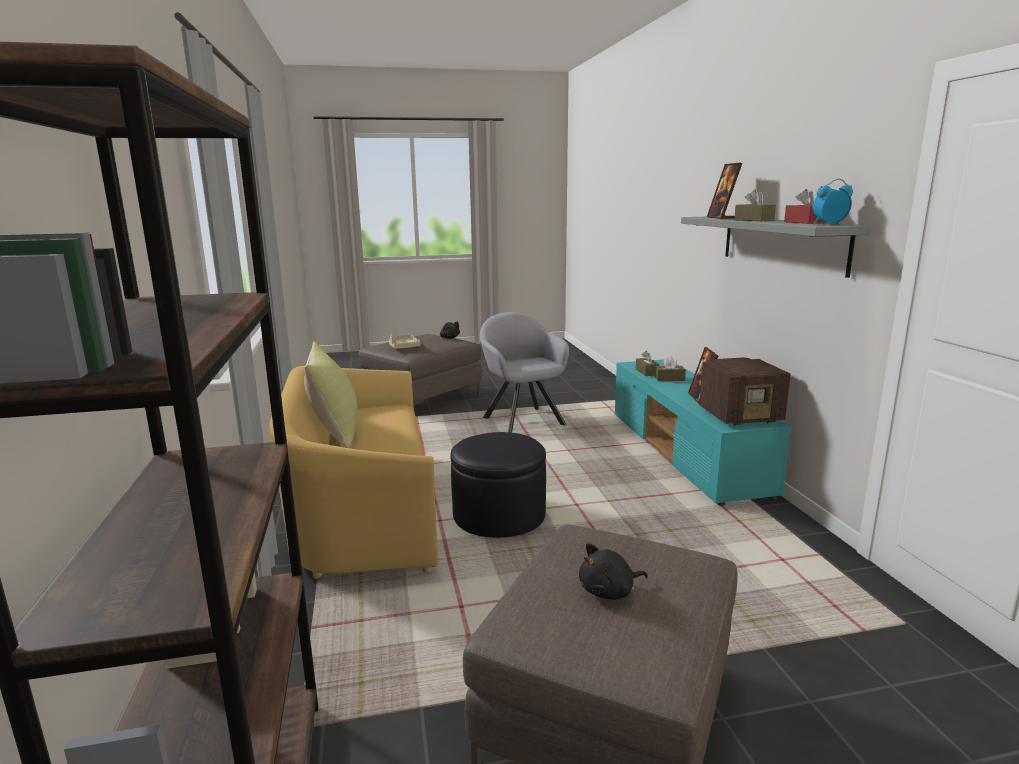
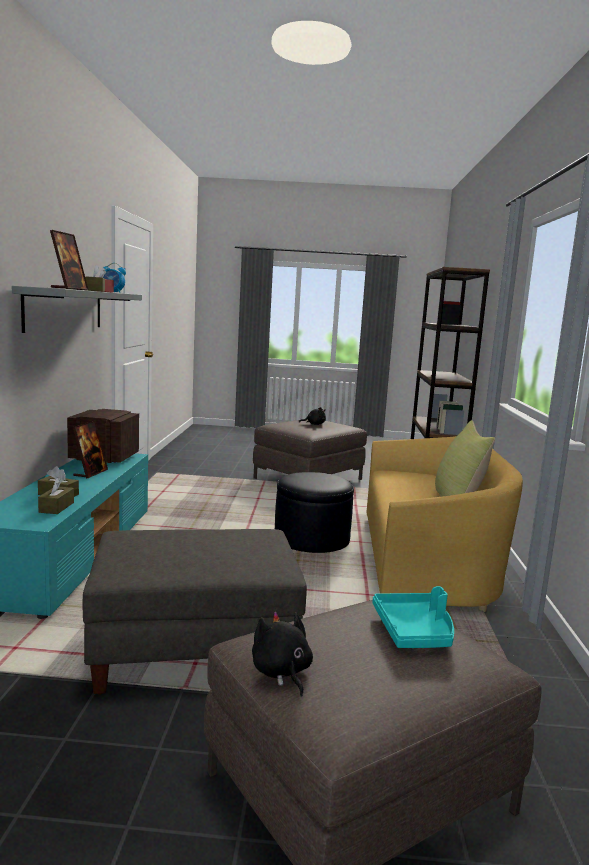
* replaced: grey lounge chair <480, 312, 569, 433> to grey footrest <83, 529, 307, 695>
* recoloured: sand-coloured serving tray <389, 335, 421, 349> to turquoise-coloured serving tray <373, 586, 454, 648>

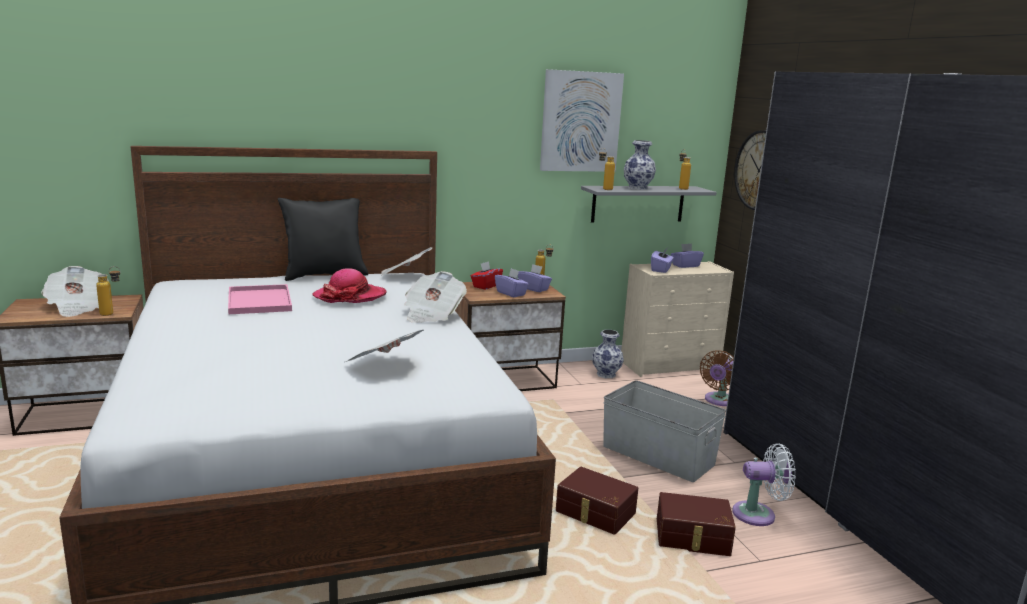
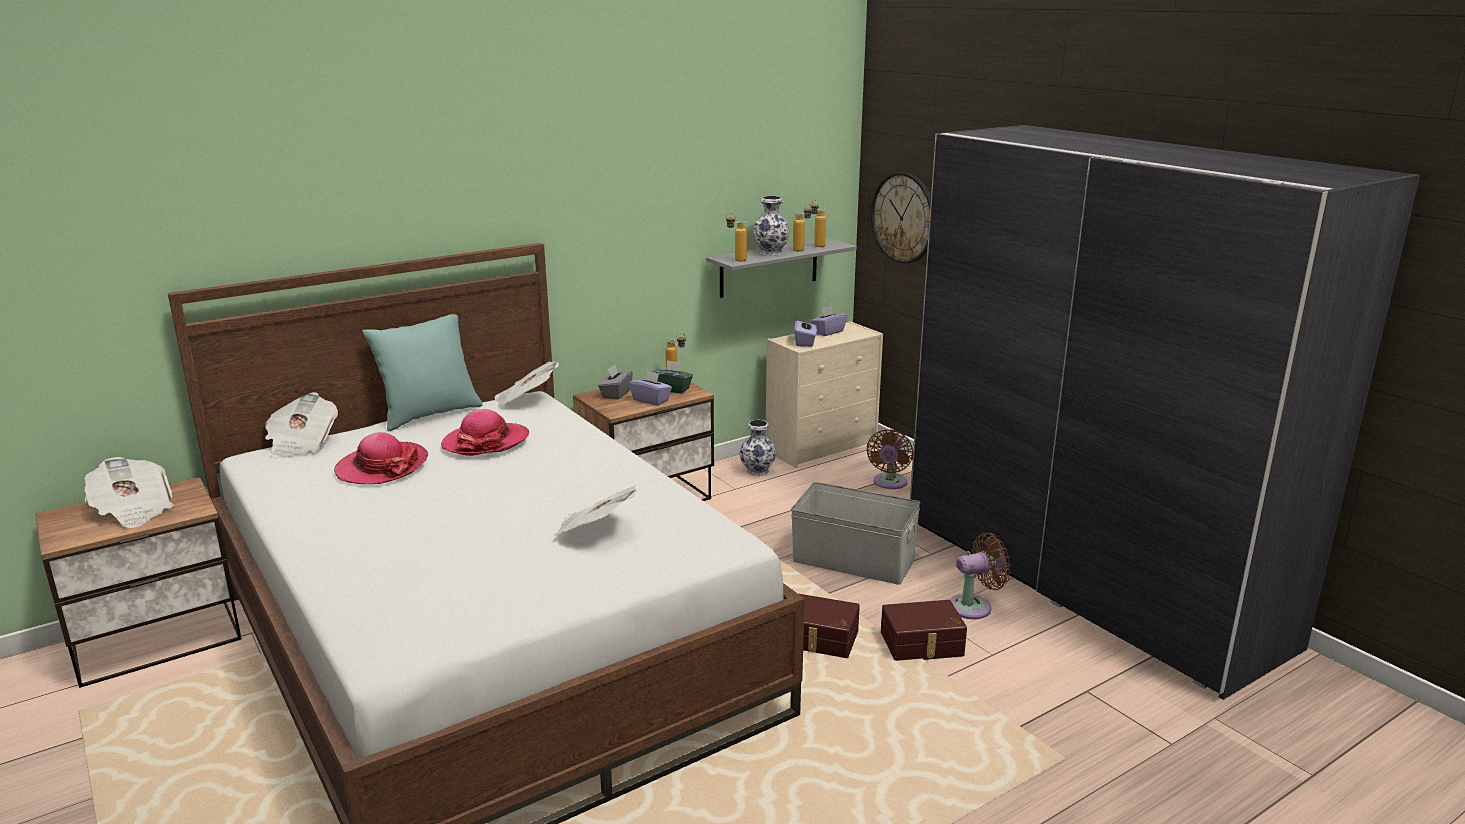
* moved: newspaper <404, 271, 467, 323> to <265, 392, 338, 459>
* replaced: pink-coloured serving tray <228, 284, 292, 314> to wearable hat <334, 432, 429, 484>
* recoloured: black-coloured pillow <278, 198, 368, 281> to turquoise-coloured pillow <363, 314, 483, 431>
* recoloured: reddish tissue holder <471, 261, 503, 290> to grey tissue holder <598, 364, 633, 400>
* recoloured: purple tissue holder <518, 264, 552, 292> to green tissue holder <652, 360, 693, 394>
* moved: bottle <96, 266, 120, 316> to <793, 204, 812, 252>
* recoloured: whitish electric fan <732, 443, 796, 526> to brownish electric fan <950, 532, 1011, 619>
* removed: picture <540, 69, 624, 172>

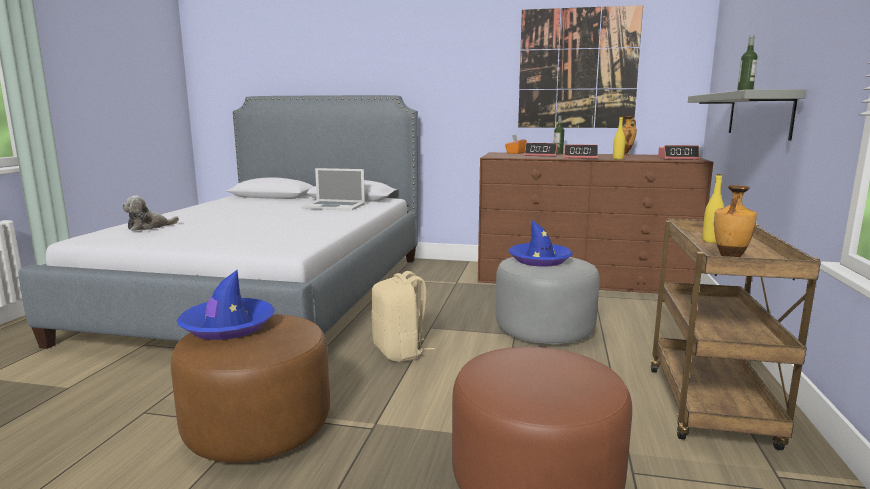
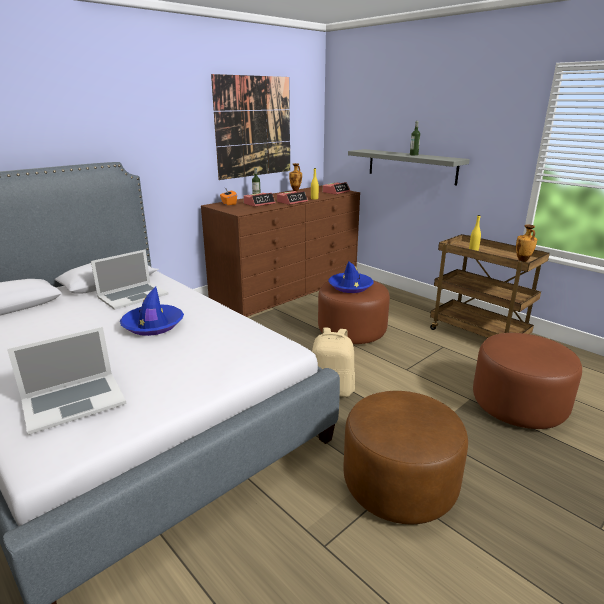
* replaced: soft toy <122, 195, 179, 231> to portable computer <7, 327, 127, 435>
* moved: blue-coloured wearable hat <177, 270, 275, 340> to <120, 286, 184, 336>
* recoloured: grey footrest <495, 257, 600, 344> to brownish footrest <318, 281, 390, 344>

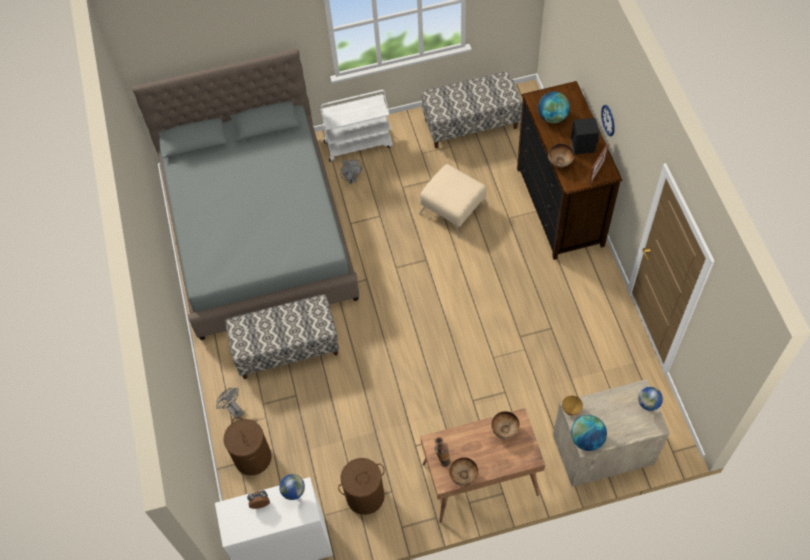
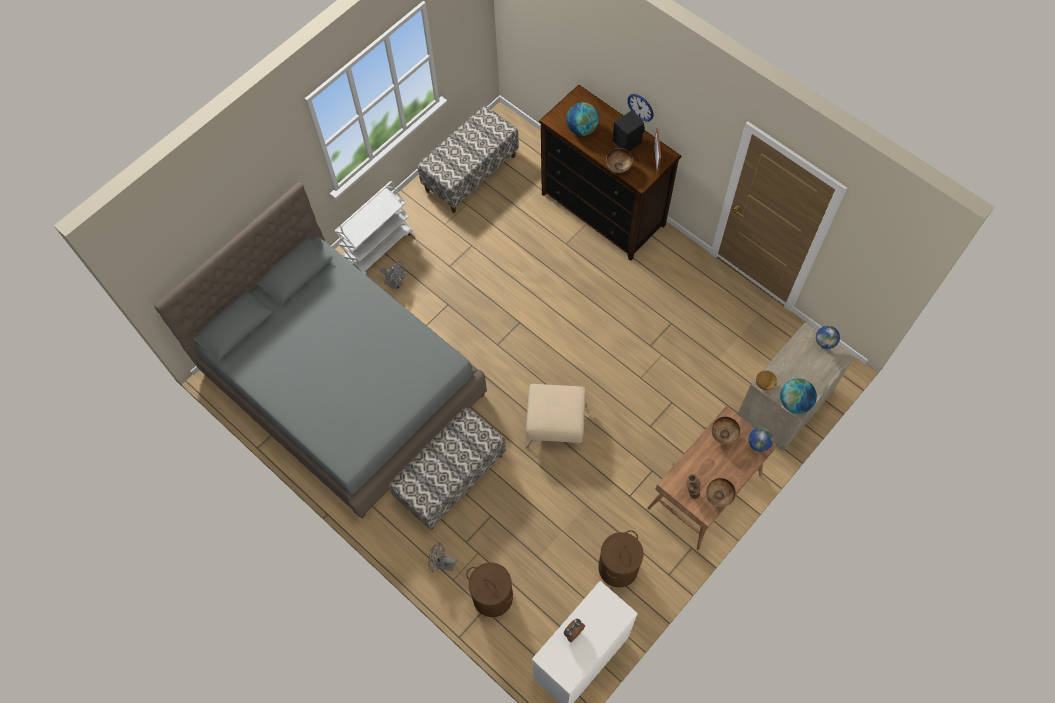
* moved: sand-coloured footrest <419, 164, 488, 238> to <526, 384, 586, 452>
* moved: globe <279, 474, 305, 500> to <748, 427, 773, 452>

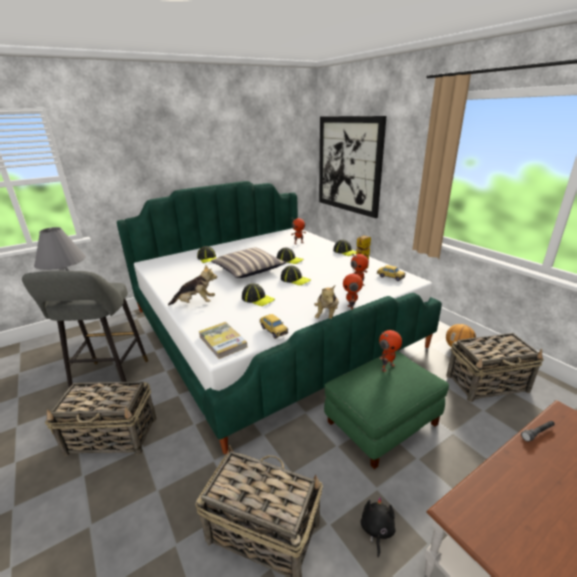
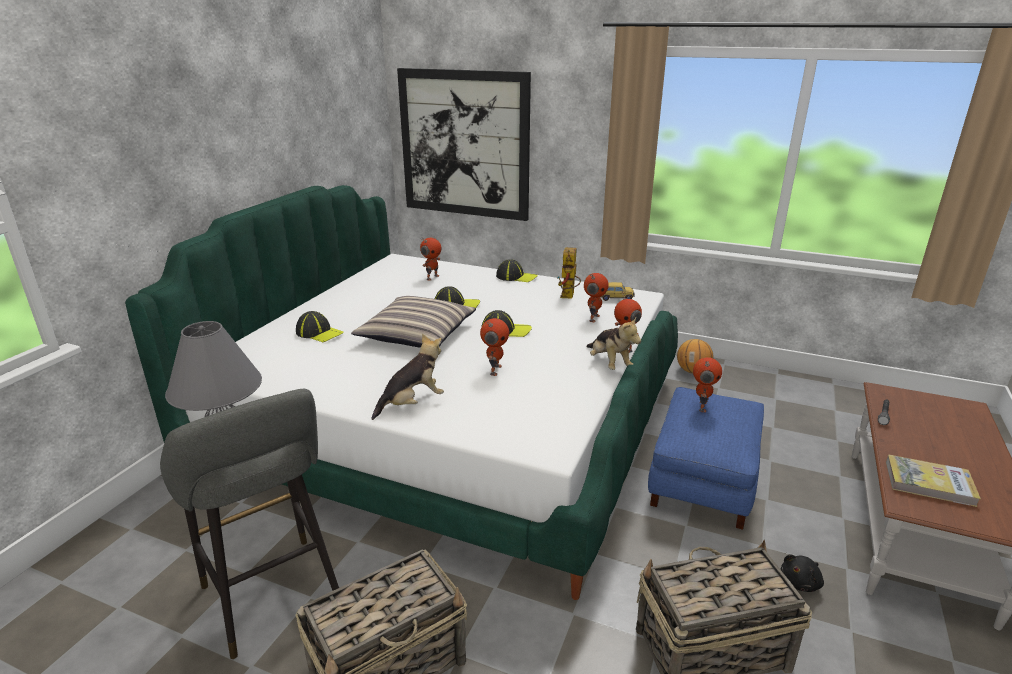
* replaced: peaked cap <242, 283, 275, 306> to model robot <480, 318, 509, 376>
* recoloured: green footrest <324, 351, 449, 469> to blue-coloured footrest <648, 387, 764, 530>
* turned: black-coloured soft toy <361, 497, 395, 558> = <780, 555, 824, 592> 105 degrees counterclockwise
* moved: volume <198, 322, 247, 359> to <886, 454, 981, 507>
* removed: toy car <259, 314, 288, 339>
* removed: storage basket <446, 333, 544, 402>

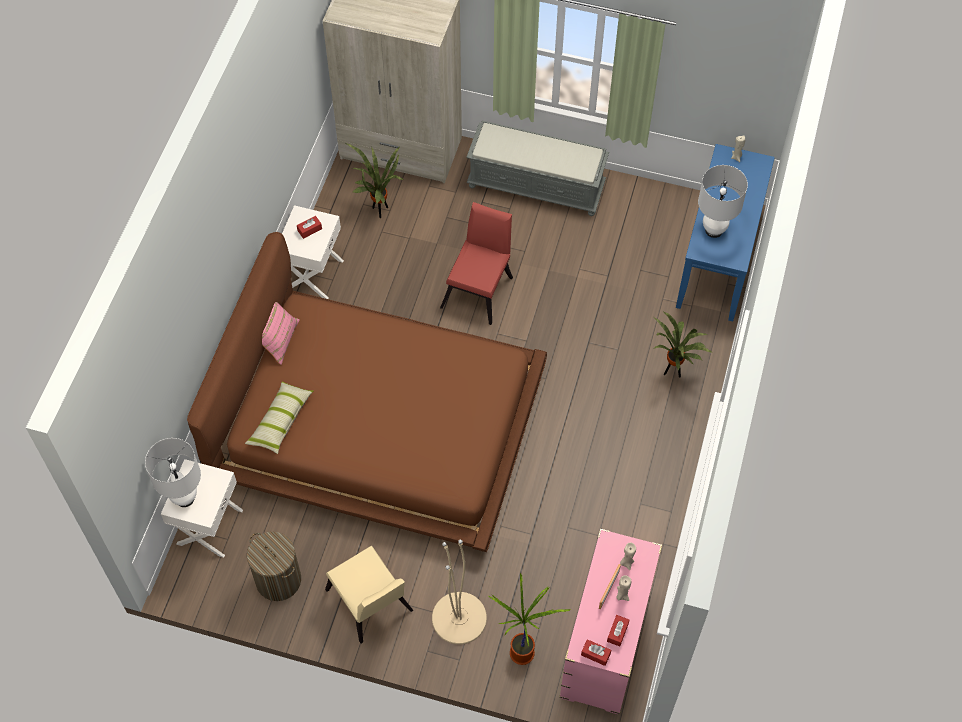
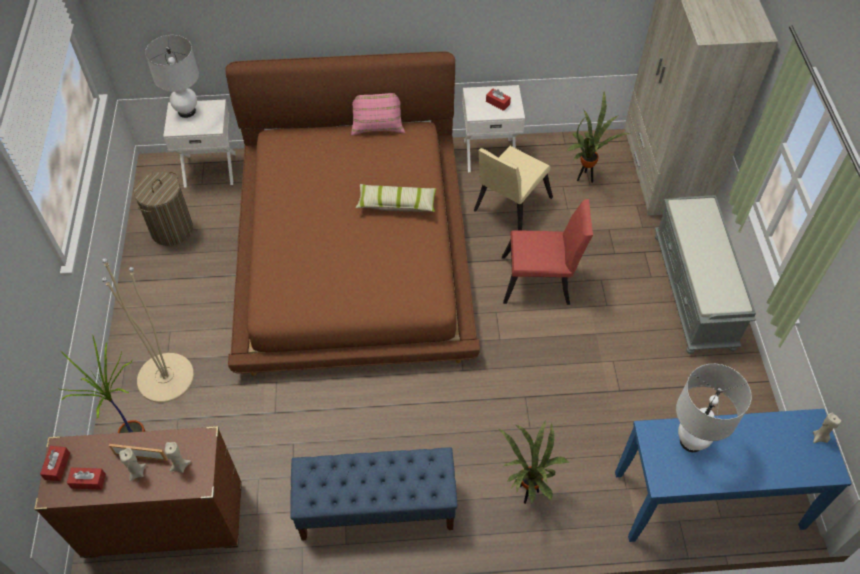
* recoloured: pink-coloured drawer chest <559, 529, 662, 714> to brownish drawer chest <34, 426, 242, 558>
* added: blue-coloured long seat <290, 448, 458, 540>
* moved: pillow <245, 382, 314, 454> to <356, 184, 437, 212>
* moved: sand-coloured plain chair <325, 545, 413, 643> to <474, 146, 553, 231>

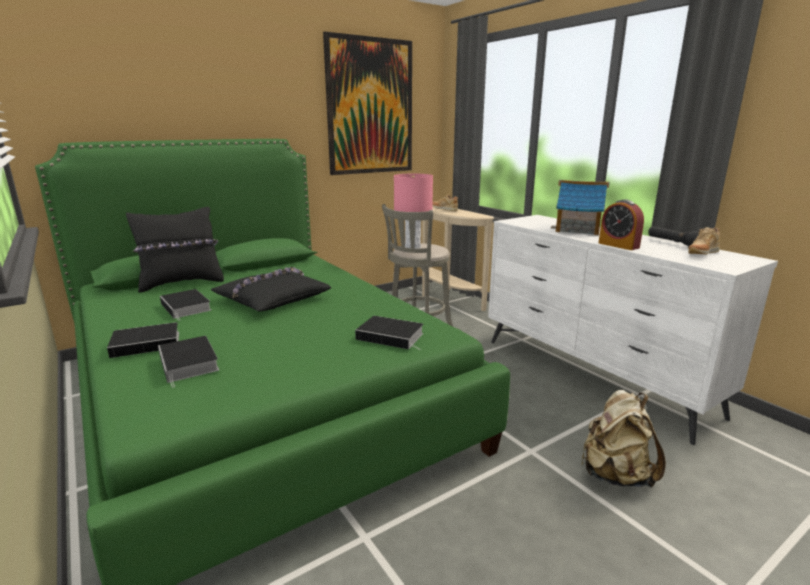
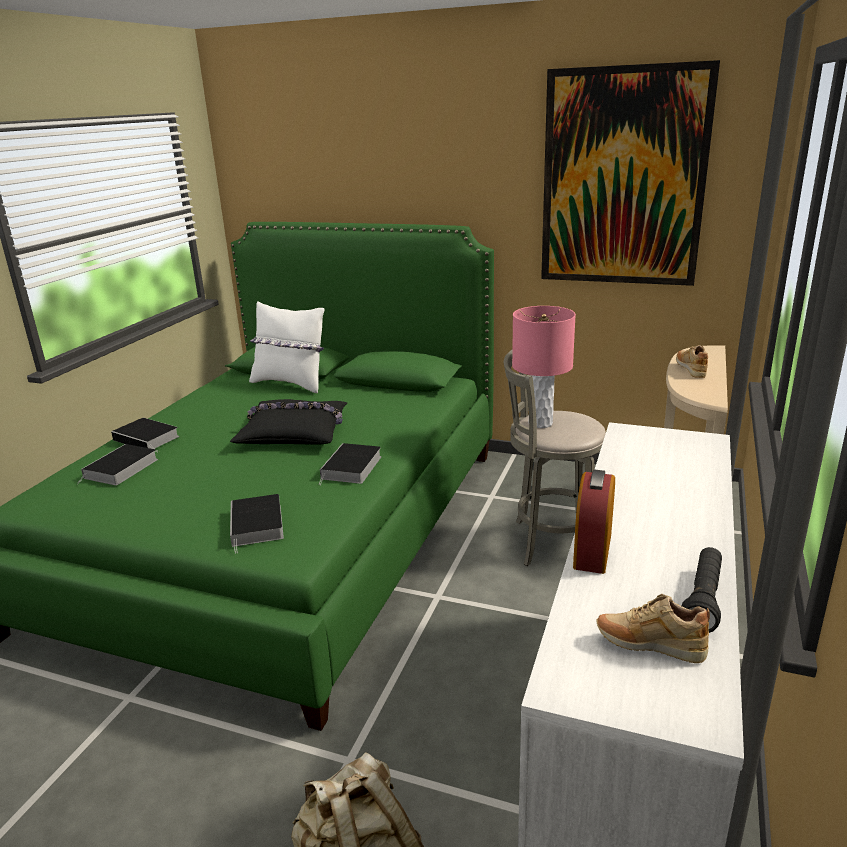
* recoloured: black-coloured pillow <126, 207, 224, 293> to whitish pillow <249, 301, 324, 393>
* moved: volume <160, 289, 211, 321> to <319, 443, 381, 485>
* removed: toy house <551, 180, 610, 235>

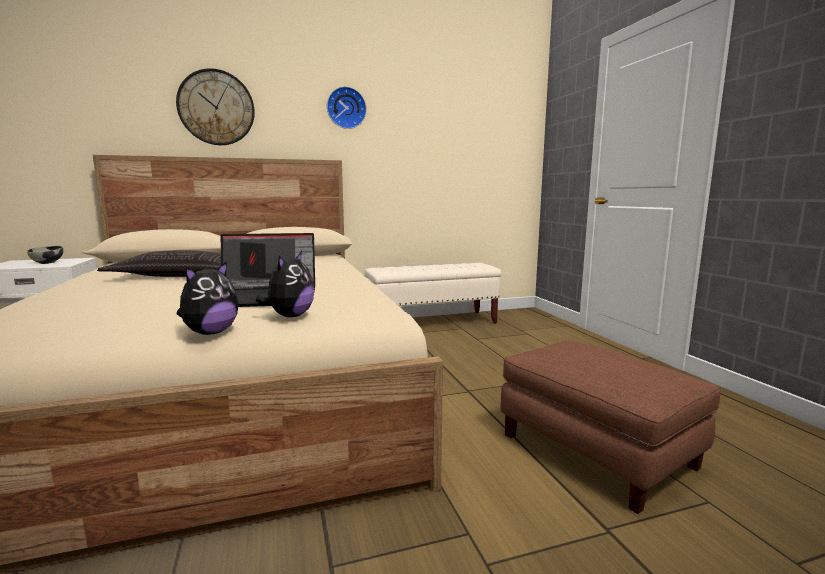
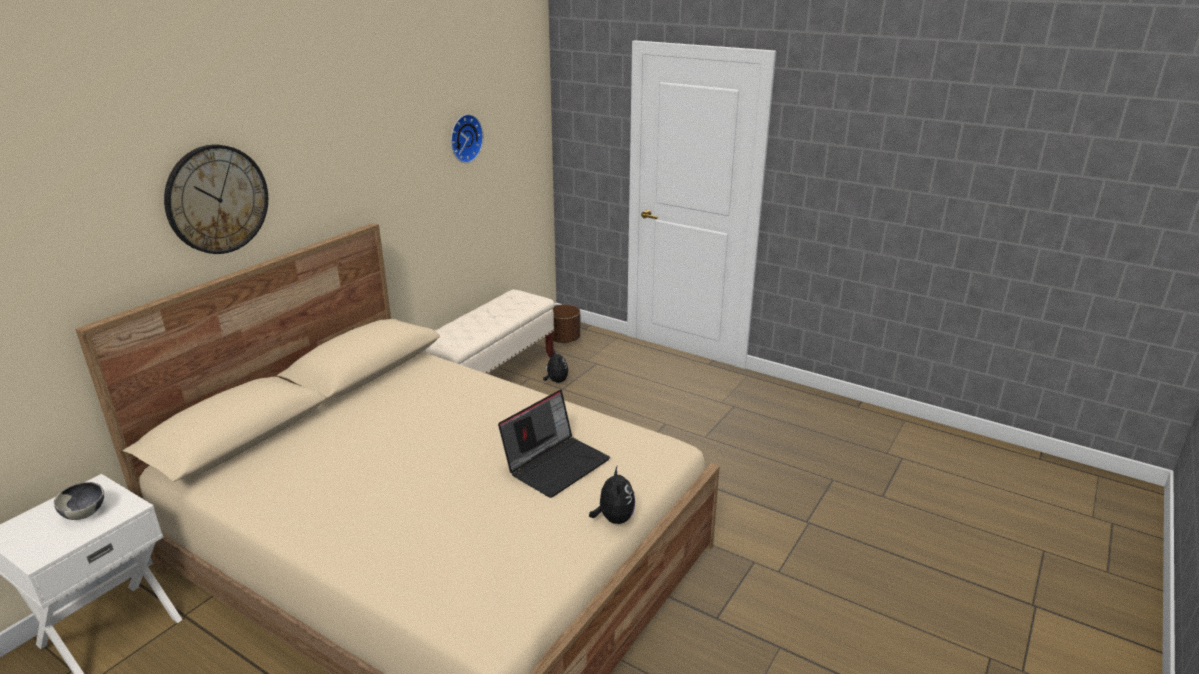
* moved: clock on the wall <327, 86, 367, 129> to <451, 114, 483, 163>
* moved: soft toy <255, 251, 314, 317> to <543, 350, 568, 383>
* added: brownish flower pot <553, 304, 581, 343>
* removed: pillow <97, 250, 221, 277>
* removed: brownish footrest <501, 340, 721, 514>

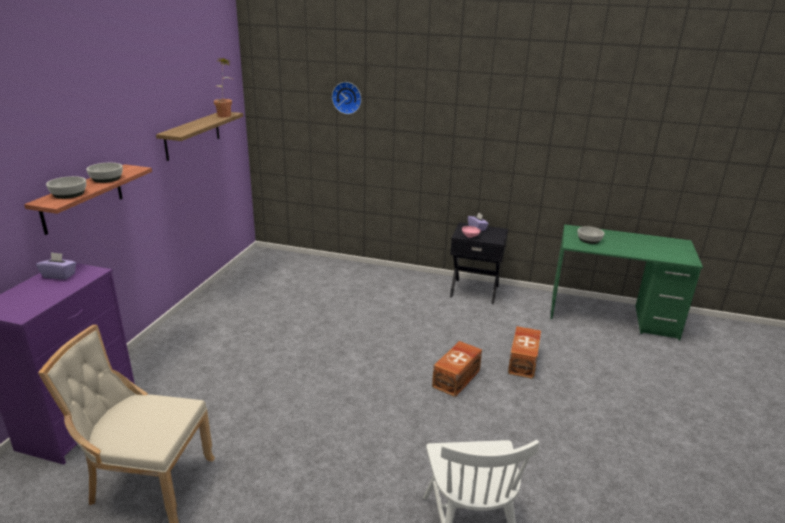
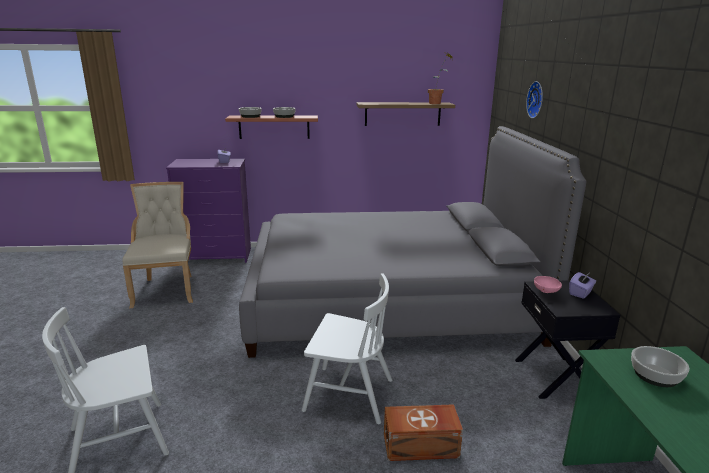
* added: grey sleeping bed <239, 126, 586, 358>
* replaced: brownish storage bin <432, 341, 482, 397> to whitish plain chair <302, 273, 392, 424>

